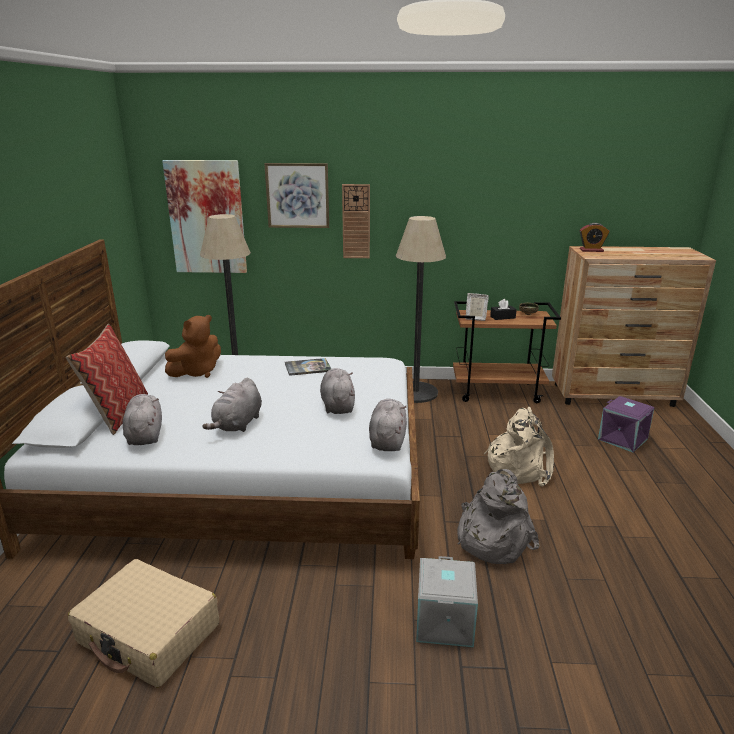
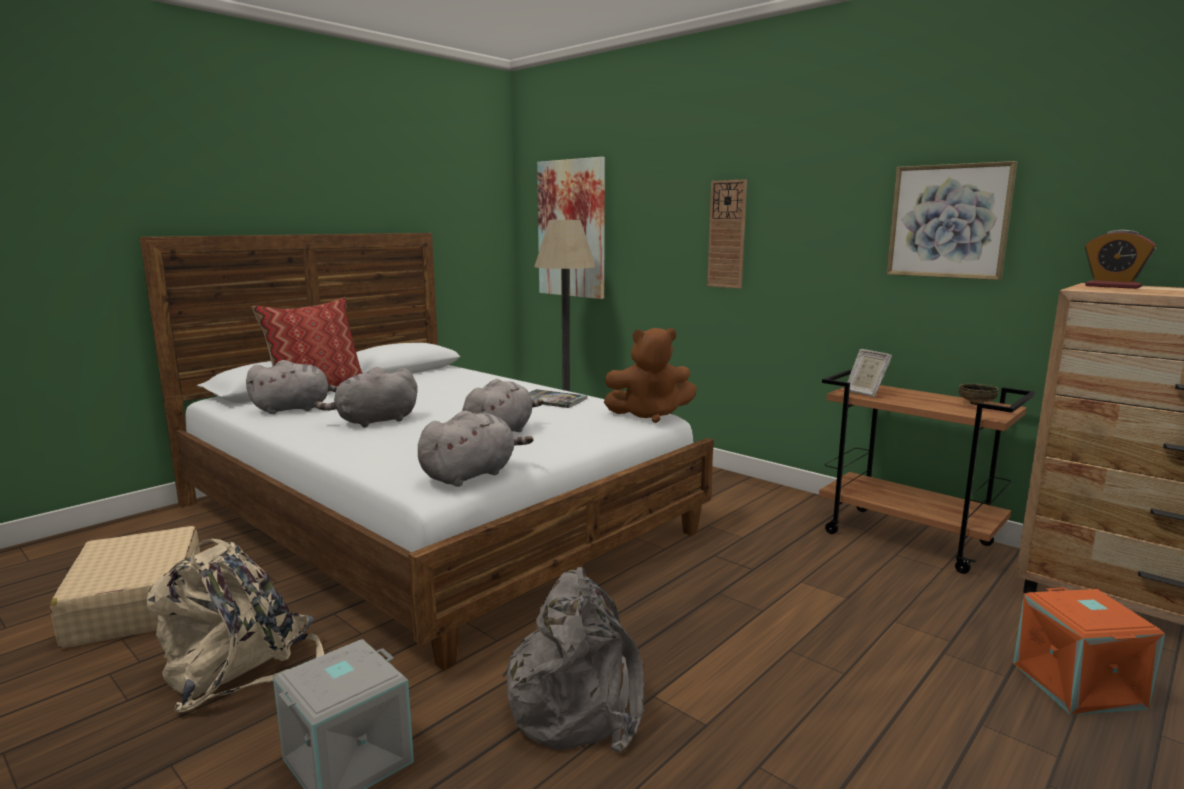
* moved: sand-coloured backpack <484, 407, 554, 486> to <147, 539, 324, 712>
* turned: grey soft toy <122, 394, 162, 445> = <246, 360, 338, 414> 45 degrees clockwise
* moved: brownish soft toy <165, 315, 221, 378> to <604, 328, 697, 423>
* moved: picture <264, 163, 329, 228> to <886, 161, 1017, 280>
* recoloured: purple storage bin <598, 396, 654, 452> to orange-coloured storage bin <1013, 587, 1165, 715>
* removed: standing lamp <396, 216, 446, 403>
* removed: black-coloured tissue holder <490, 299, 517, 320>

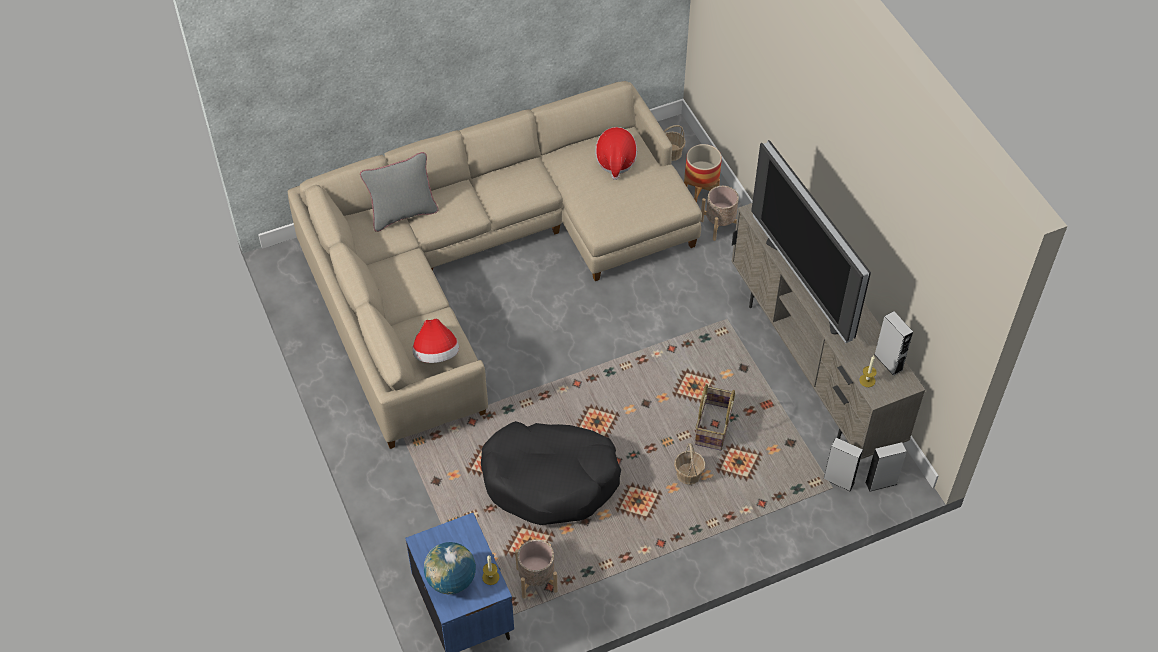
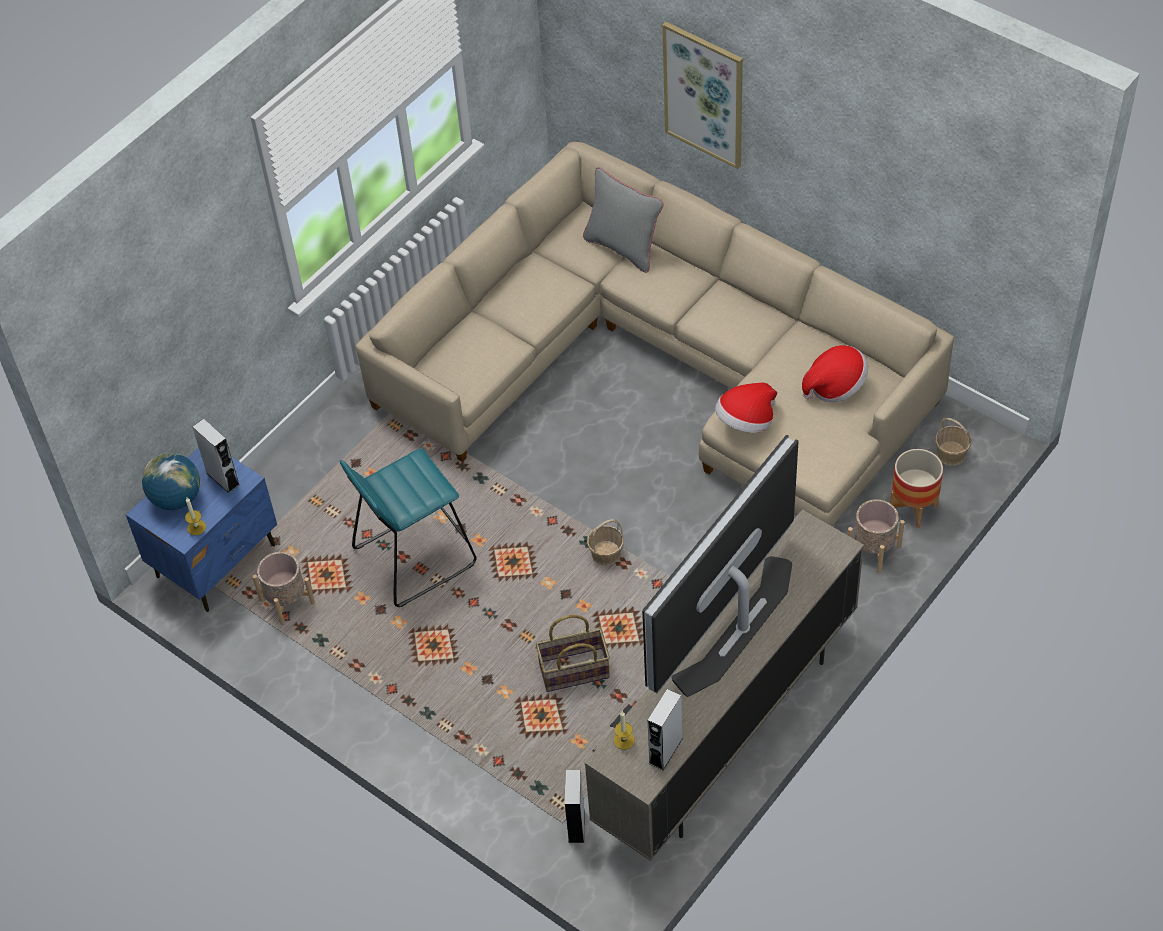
* moved: grey audio speaker <865, 442, 907, 492> to <192, 419, 240, 493>
* replaced: black-coloured pet bed <481, 421, 621, 525> to turquoise-coloured sitting stool <340, 448, 477, 607>
* moved: storage basket <674, 443, 705, 485> to <587, 519, 624, 566>
* added: picture <662, 22, 743, 169>
* moved: wearable hat <413, 319, 459, 363> to <715, 383, 777, 433>

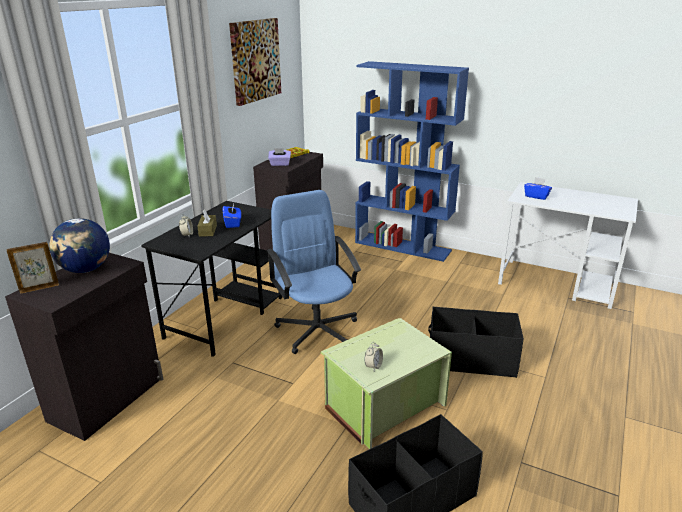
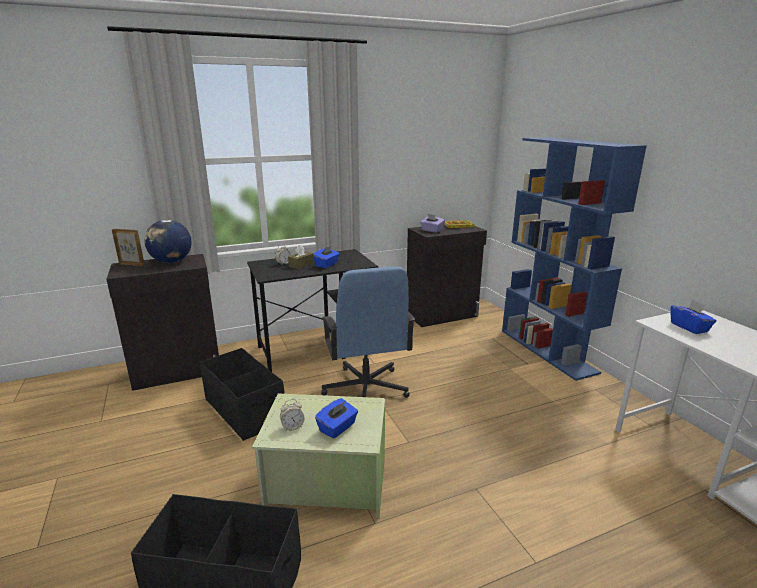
* moved: black-coloured storage bin <428, 307, 524, 378> to <200, 348, 284, 441>
* added: blue-coloured tissue holder <315, 398, 358, 439>
* turned: blue-coloured computer chair <266, 190, 361, 354> = <321, 266, 415, 398> 150 degrees clockwise
* removed: picture <229, 18, 281, 106>

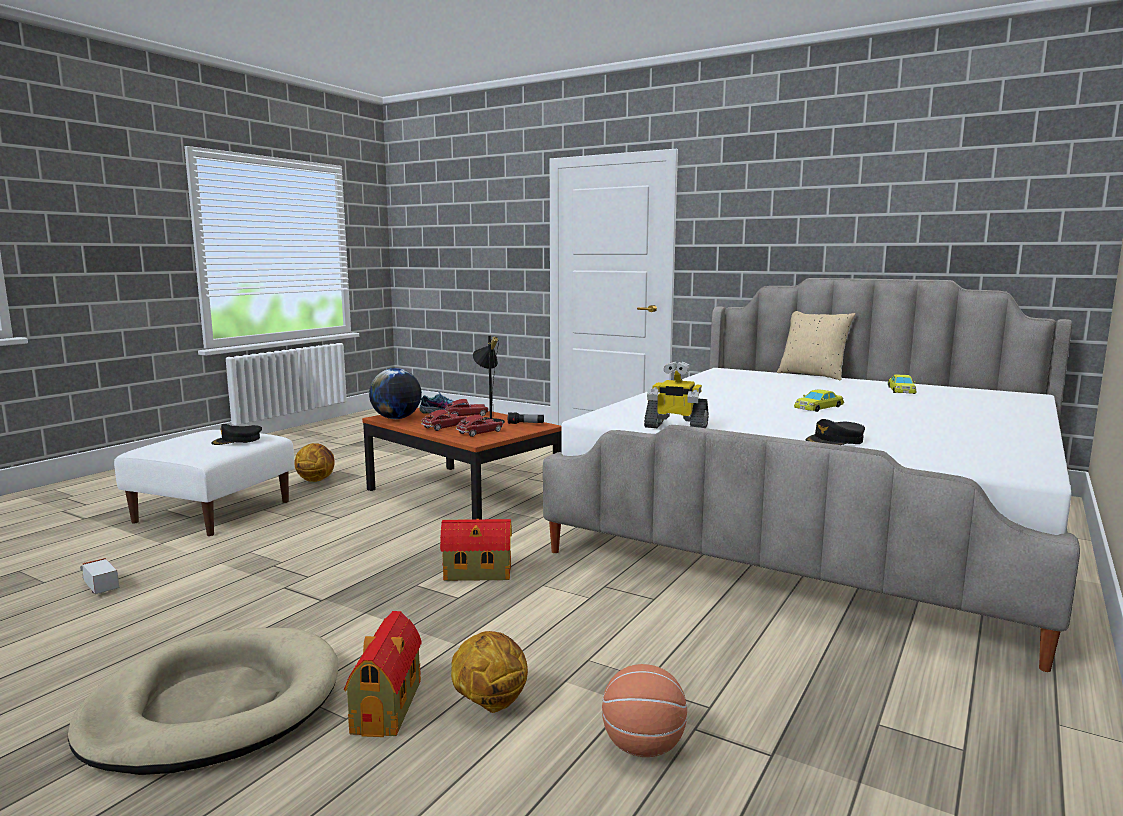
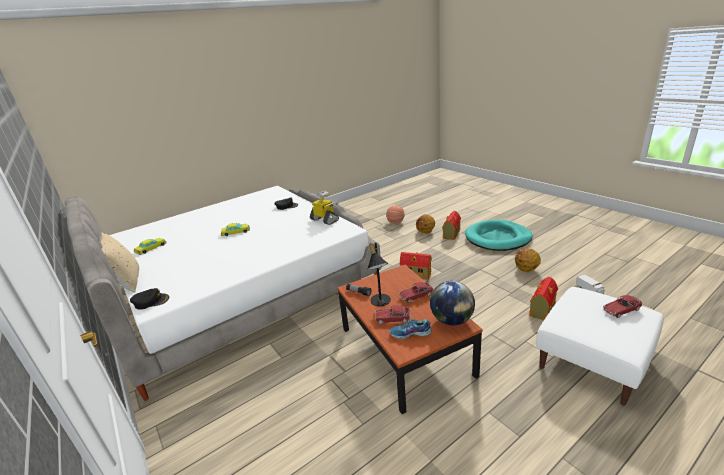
* moved: black-coloured peaked cap <211, 424, 262, 445> to <130, 288, 169, 310>
* recoloured: sand-coloured pet bed <68, 628, 338, 775> to turquoise-coloured pet bed <465, 219, 533, 251>
* moved: basketball <294, 443, 335, 482> to <515, 248, 541, 272>
* added: toy house <529, 277, 558, 320>
* moved: toy car <456, 415, 503, 437> to <603, 295, 643, 318>

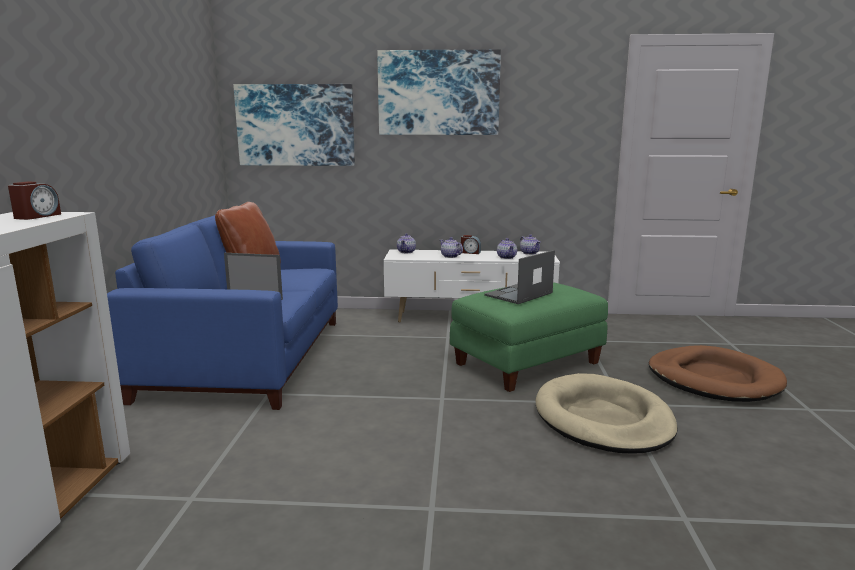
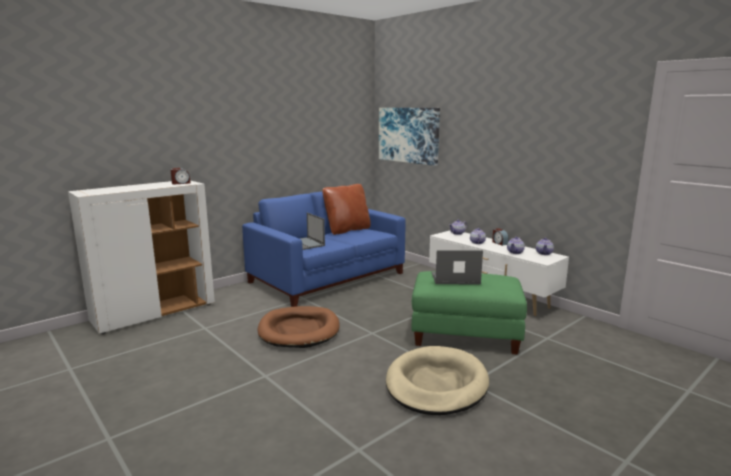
* moved: brownish pet bed <649, 345, 787, 402> to <257, 306, 340, 348>
* removed: picture <377, 49, 501, 135>

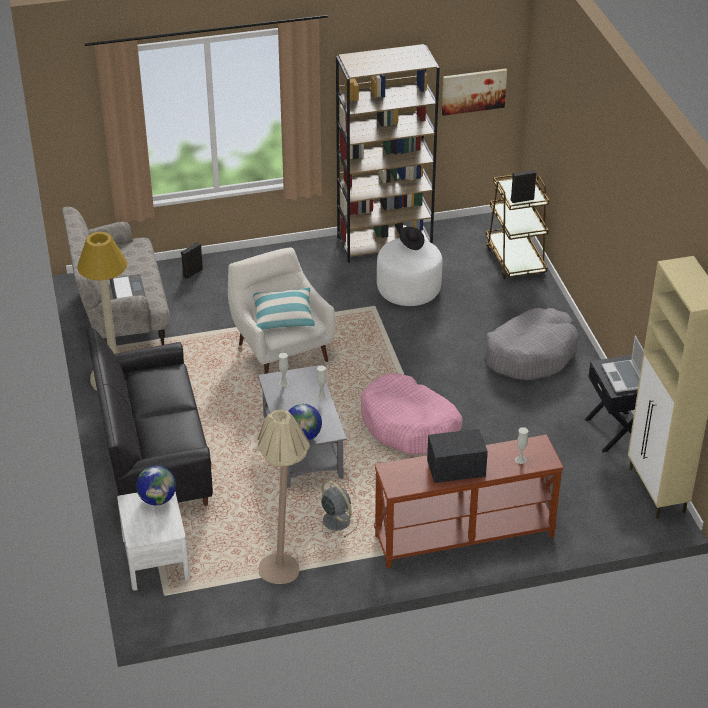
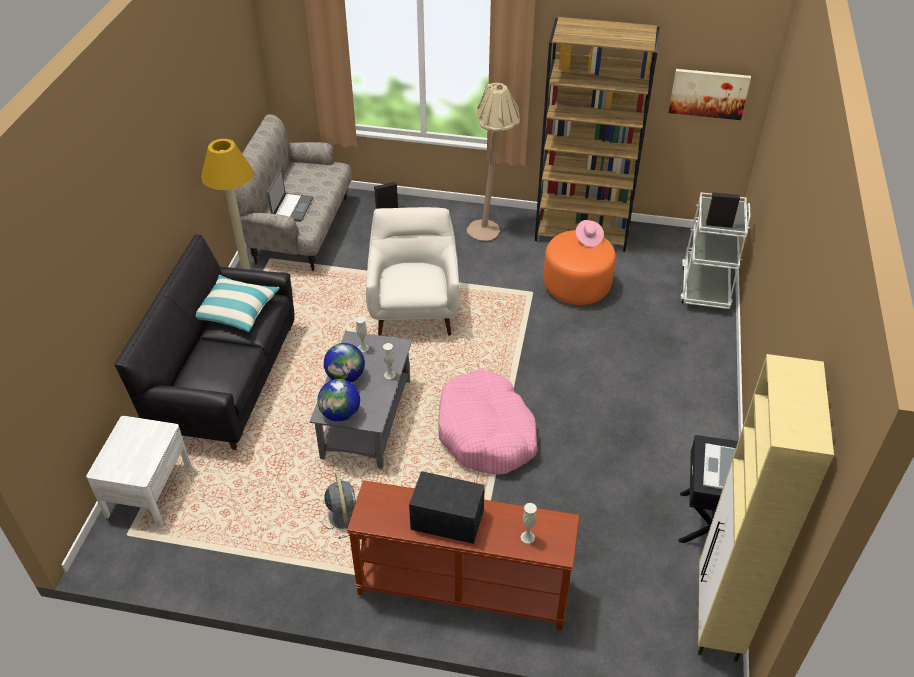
* moved: pillow <253, 287, 315, 330> to <196, 275, 280, 332>
* moved: globe <136, 466, 176, 505> to <324, 343, 365, 382>
* moved: sand-coloured standing lamp <257, 409, 310, 584> to <467, 82, 520, 241>
* recoloured: whitish footrest <377, 238, 443, 306> to orange-coloured footrest <543, 230, 616, 305>
* recoloured: black-coloured wearable hat <399, 227, 424, 250> to pink-coloured wearable hat <576, 220, 604, 247>
* recoloured: brownish cart <486, 175, 549, 279> to whitish cart <681, 192, 750, 309>
* removed: grey pet bed <485, 308, 579, 380>

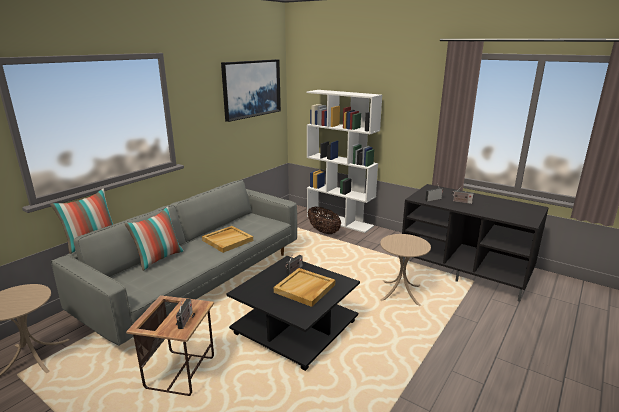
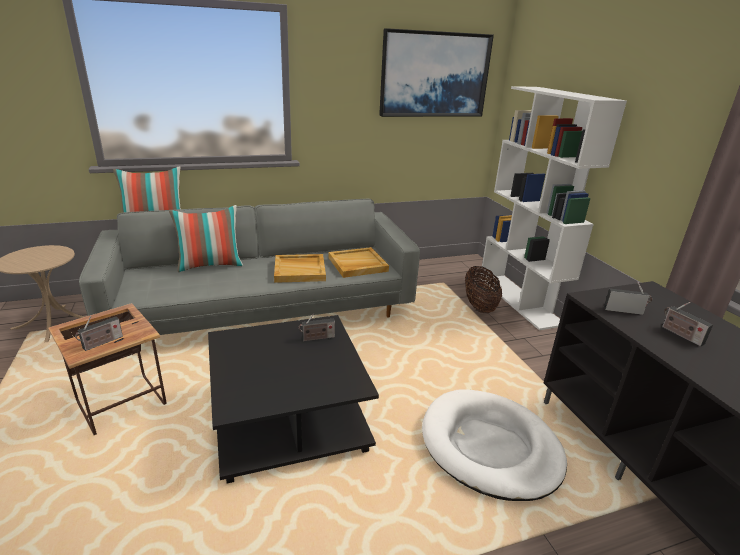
* moved: sand-coloured serving tray <274, 268, 335, 307> to <329, 247, 389, 278>
* replaced: sand-coloured end table <380, 234, 431, 306> to whitish pet bed <422, 389, 567, 501>

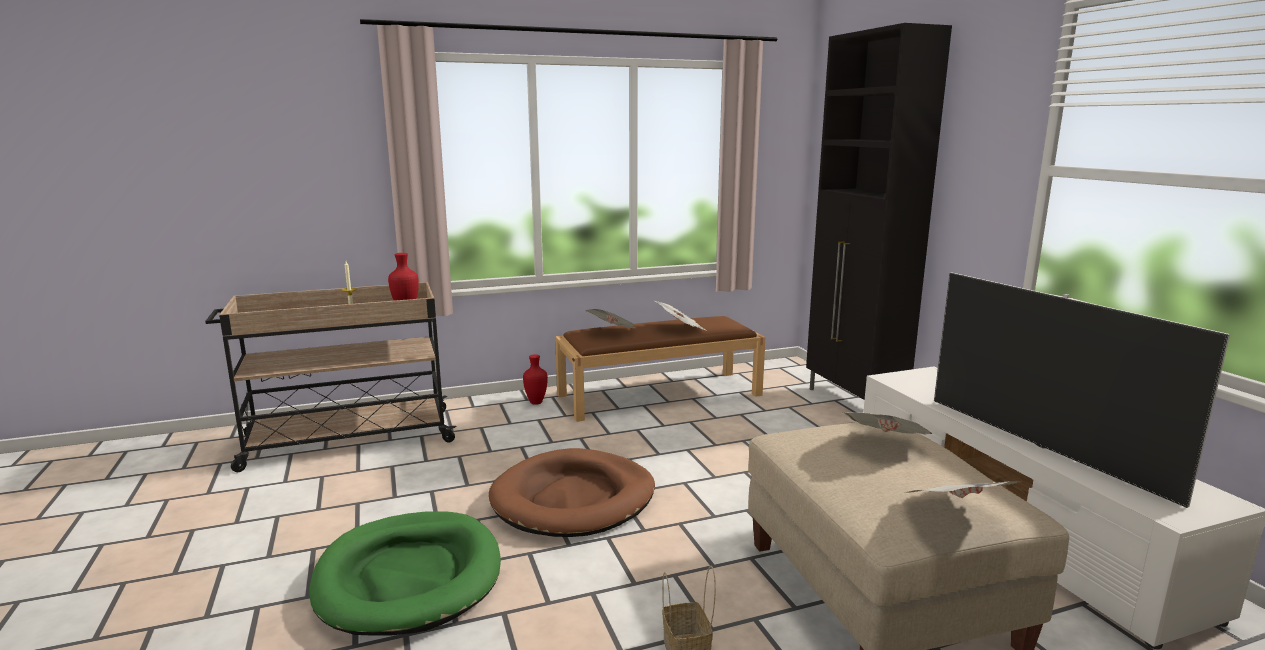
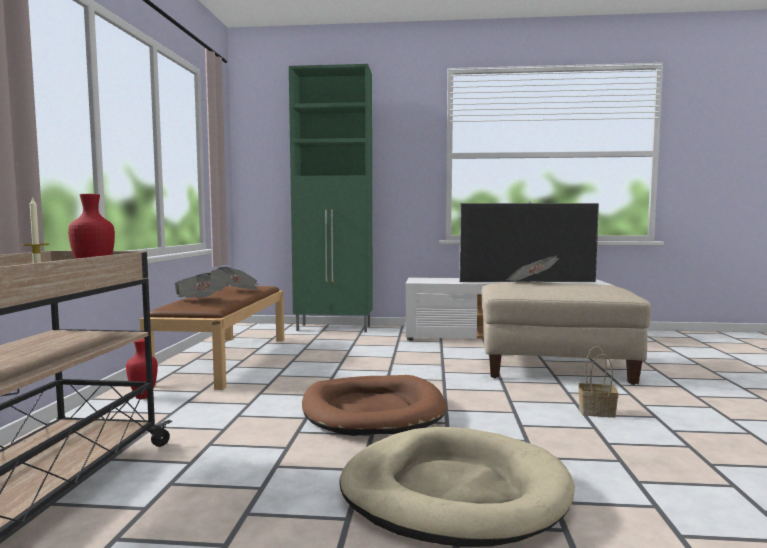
* recoloured: black-coloured storage cabinet <806, 23, 952, 400> to green storage cabinet <289, 64, 373, 332>
* recoloured: green pet bed <309, 511, 501, 636> to sand-coloured pet bed <339, 427, 575, 547>
* removed: newspaper <905, 481, 1022, 498>

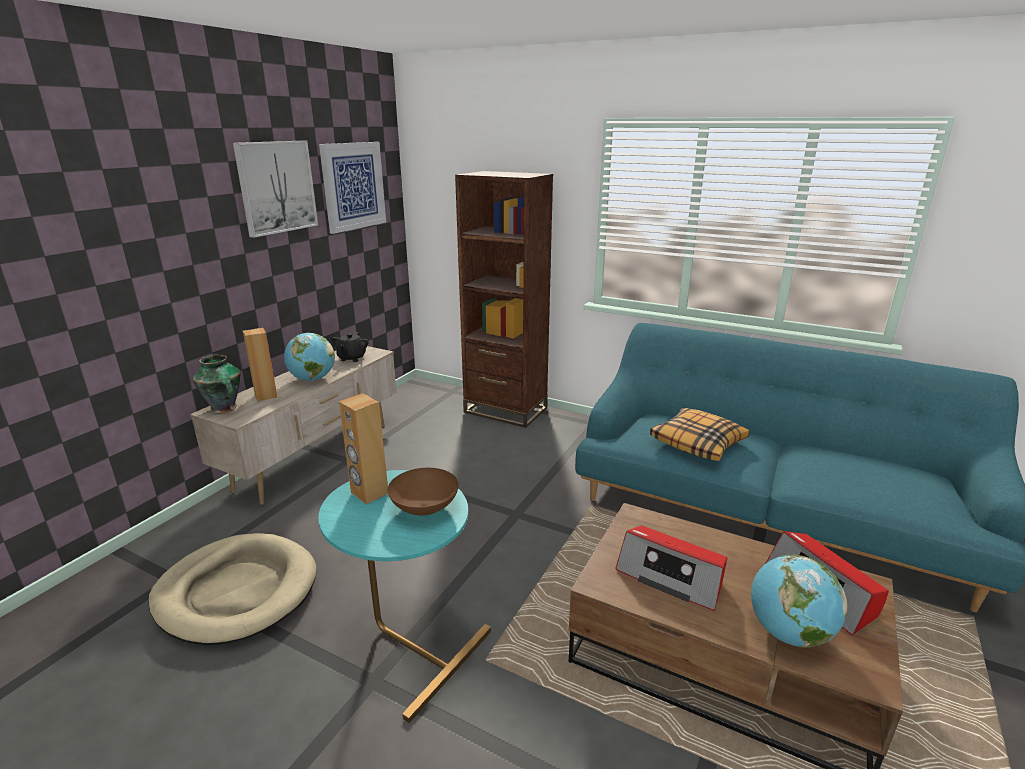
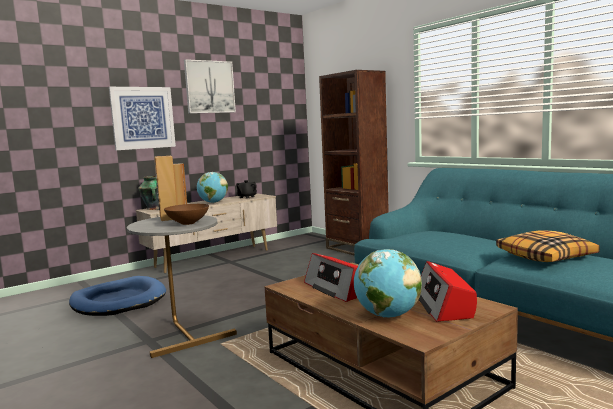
* recoloured: sand-coloured pet bed <149, 533, 317, 645> to blue-coloured pet bed <69, 276, 166, 316>
* moved: picture <319, 142, 386, 234> to <109, 87, 176, 150>
* recoloured: turquoise-coloured end table <318, 470, 491, 723> to grey end table <127, 215, 237, 358>
* moved: pillow <650, 408, 750, 461> to <496, 231, 600, 262>

